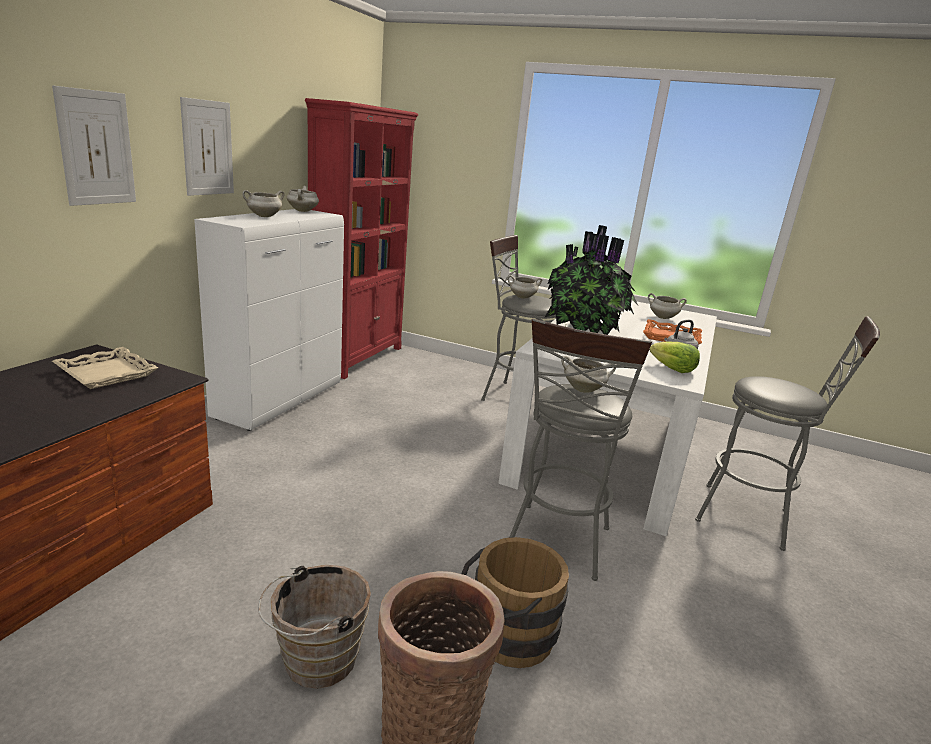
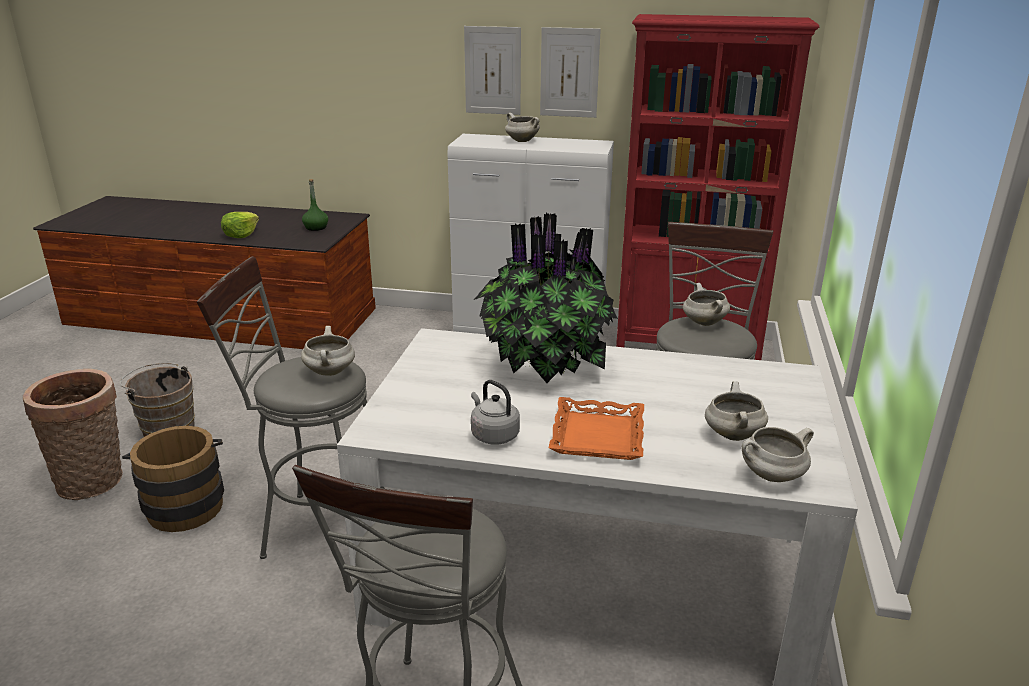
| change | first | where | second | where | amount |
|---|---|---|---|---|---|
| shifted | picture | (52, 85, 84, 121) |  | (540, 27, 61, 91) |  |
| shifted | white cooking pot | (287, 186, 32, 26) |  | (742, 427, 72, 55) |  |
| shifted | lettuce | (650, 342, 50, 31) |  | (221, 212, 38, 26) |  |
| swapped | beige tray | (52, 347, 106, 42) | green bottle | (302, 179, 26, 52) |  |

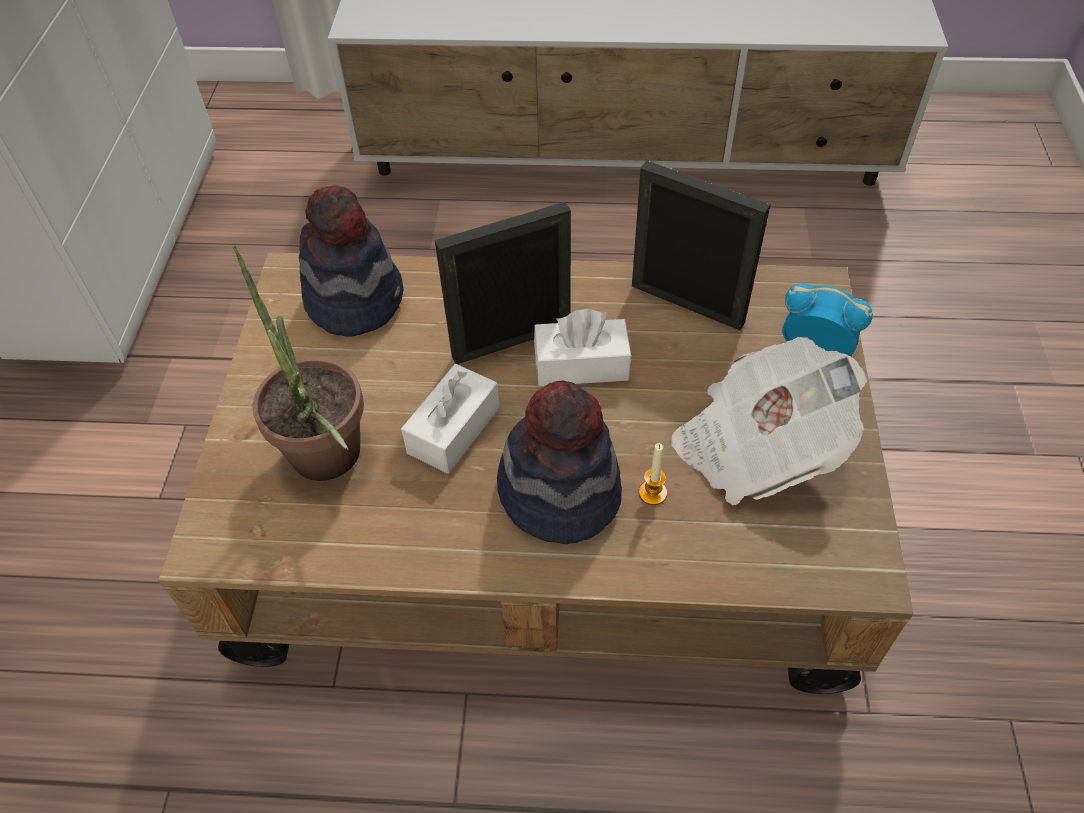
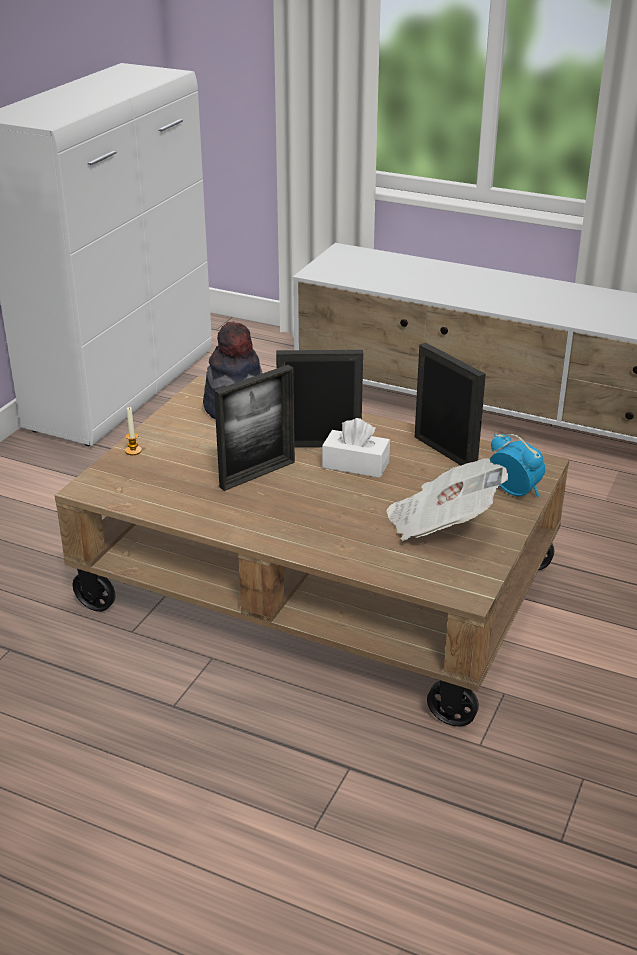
| change | first | where | second | where | amount |
|---|---|---|---|---|---|
| gone | potted plant | (232, 245, 132, 236) |  |  |  |
| swapped | white tissue box | (401, 364, 98, 110) | picture frame | (214, 365, 81, 126) |  |
| gone | hat | (497, 381, 125, 163) |  |  |  |
| shifted | candle | (639, 443, 28, 62) |  | (125, 407, 17, 48) |  |

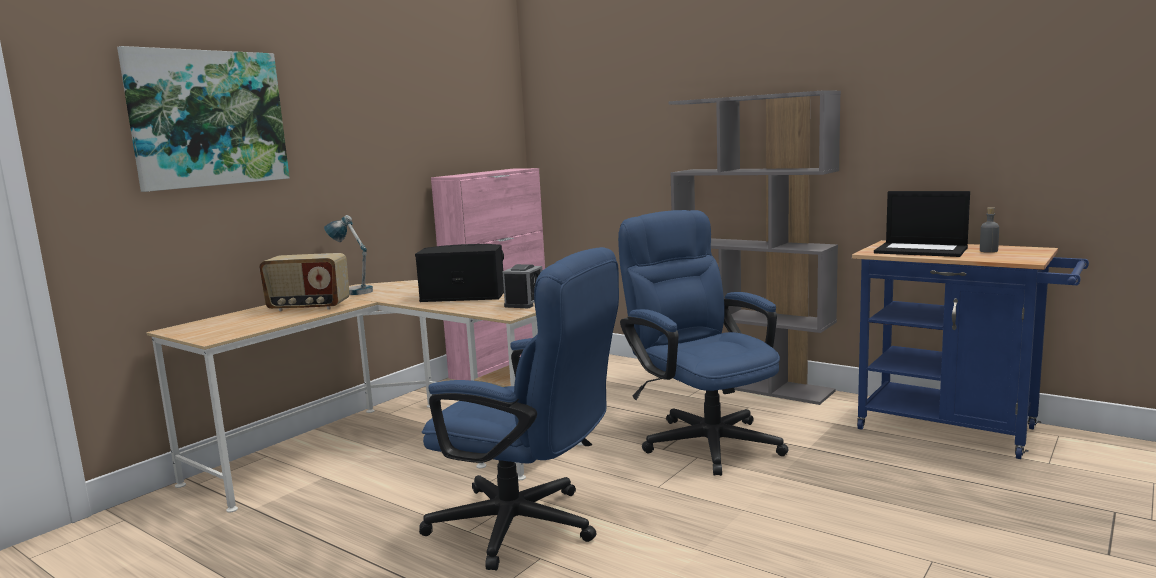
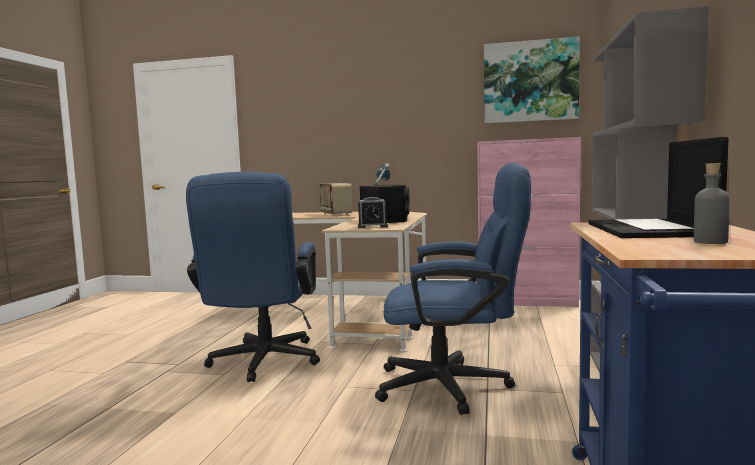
| change | first | where | second | where | amount |
|---|---|---|---|---|---|
| shifted | picture | (117, 46, 173, 146) |  | (484, 36, 96, 88) |  |
| rotated | blue office chair | (618, 210, 170, 266) |  | (375, 162, 156, 253) | 60 degrees clockwise |

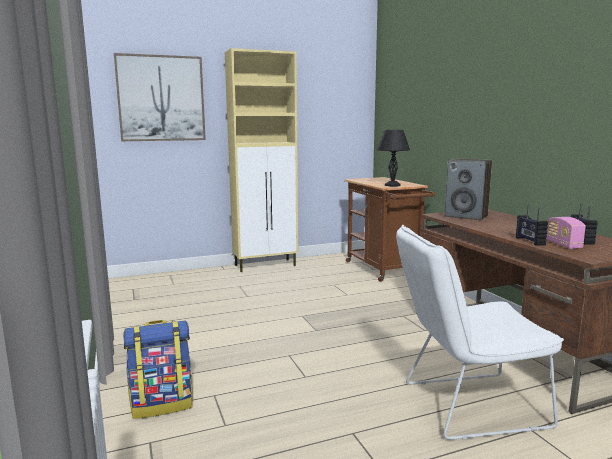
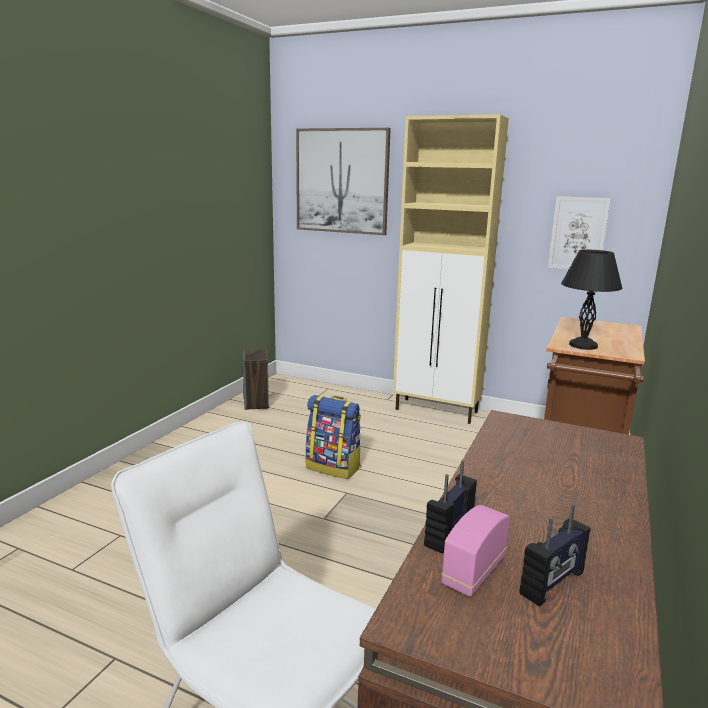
| change | first | where | second | where | amount |
|---|---|---|---|---|---|
| shifted | speaker | (445, 159, 47, 61) |  | (242, 350, 27, 60) |  |
| shifted | backpack | (123, 320, 70, 99) |  | (305, 395, 56, 84) |  |
| new |  |  | picture | (548, 196, 63, 74) |  |

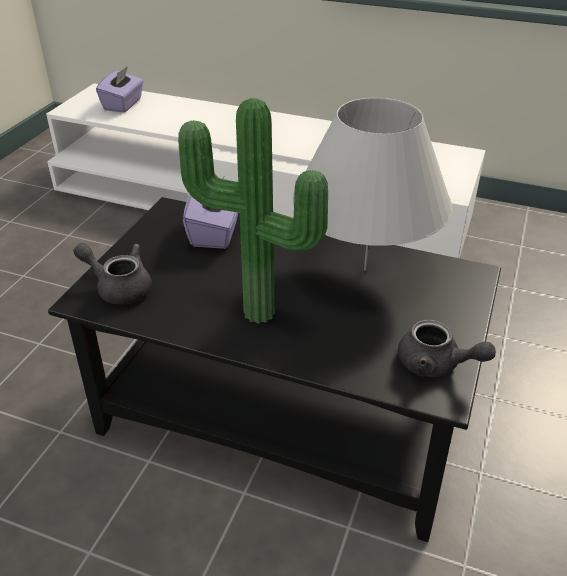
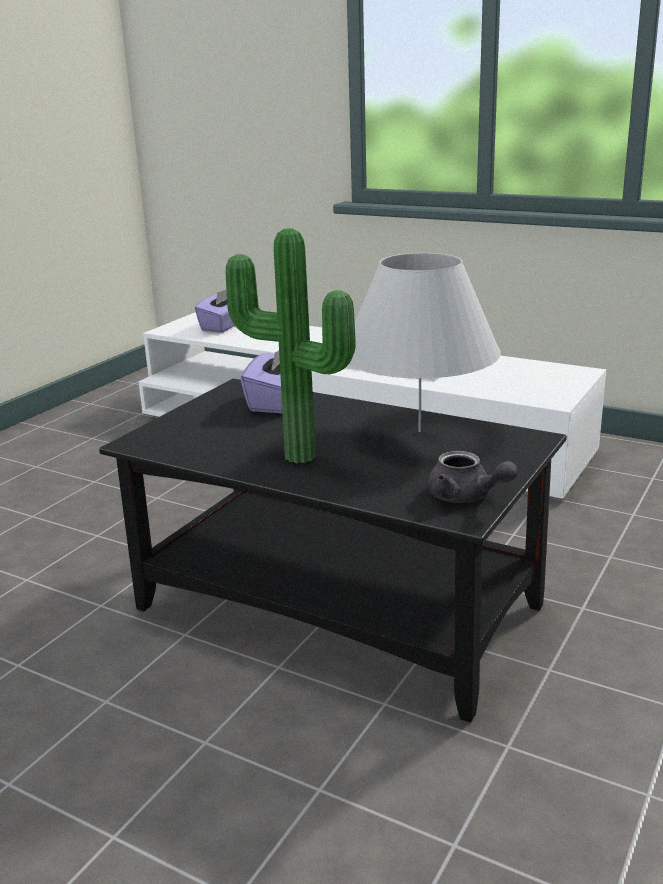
| change | first | where | second | where | amount |
|---|---|---|---|---|---|
| gone | grey teapot | (73, 243, 79, 61) |  |  |  |

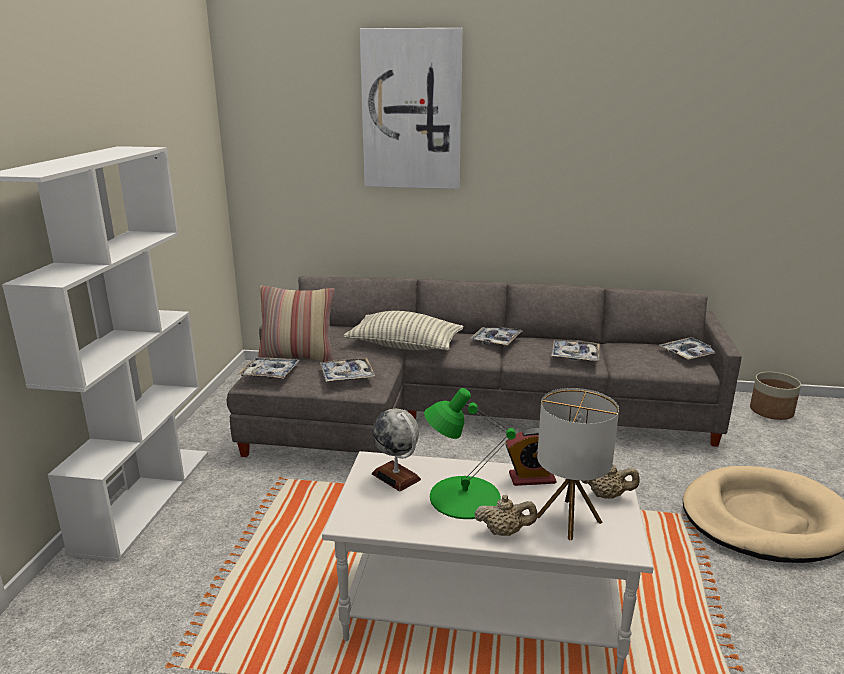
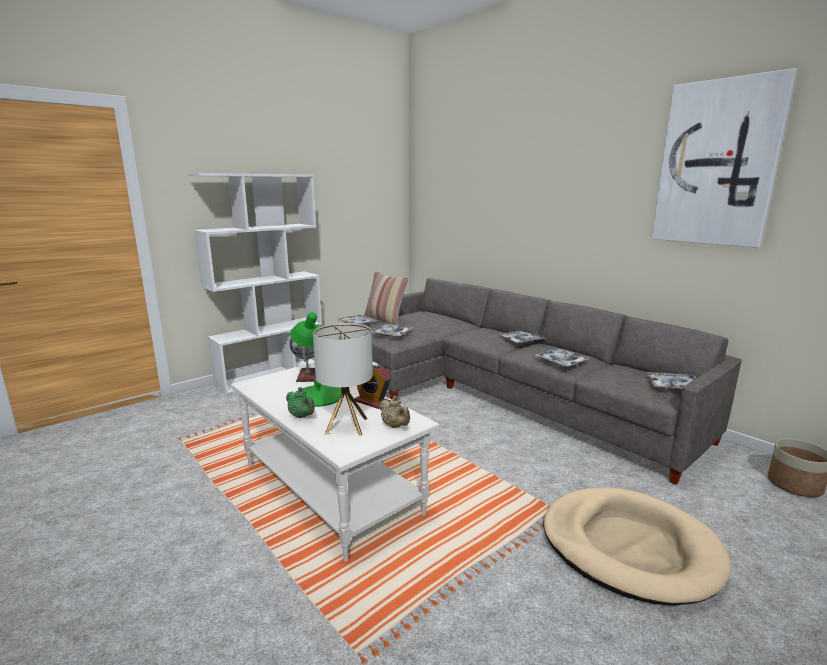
| change | first | where | second | where | amount |
|---|---|---|---|---|---|
| shifted | picture | (360, 28, 103, 161) |  | (652, 68, 145, 180) |  |
| gone | pillow | (343, 311, 120, 40) |  |  |  |
| repainted | beige teapot | (474, 495, 63, 41) | green teapot | (286, 387, 29, 31) |  |

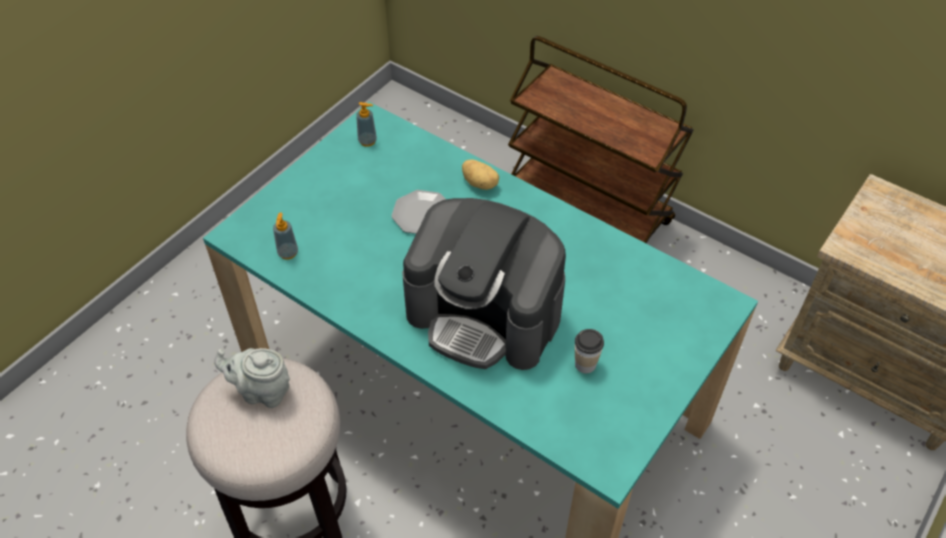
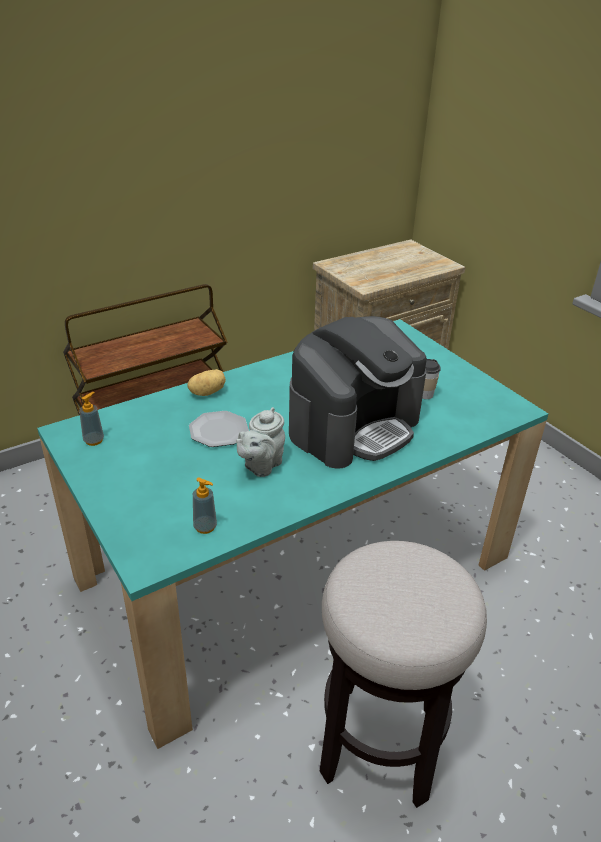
| change | first | where | second | where | amount |
|---|---|---|---|---|---|
| shifted | grey teapot | (214, 348, 76, 60) |  | (236, 407, 49, 70) |  |

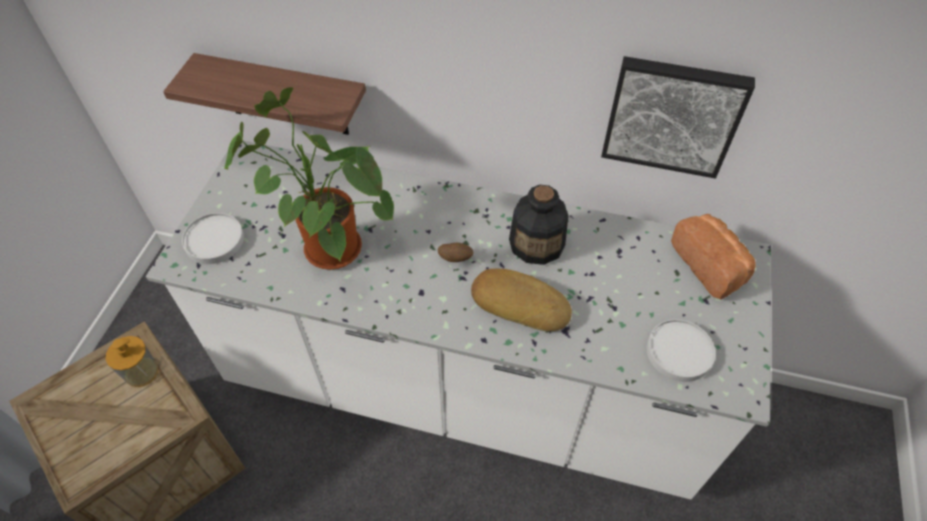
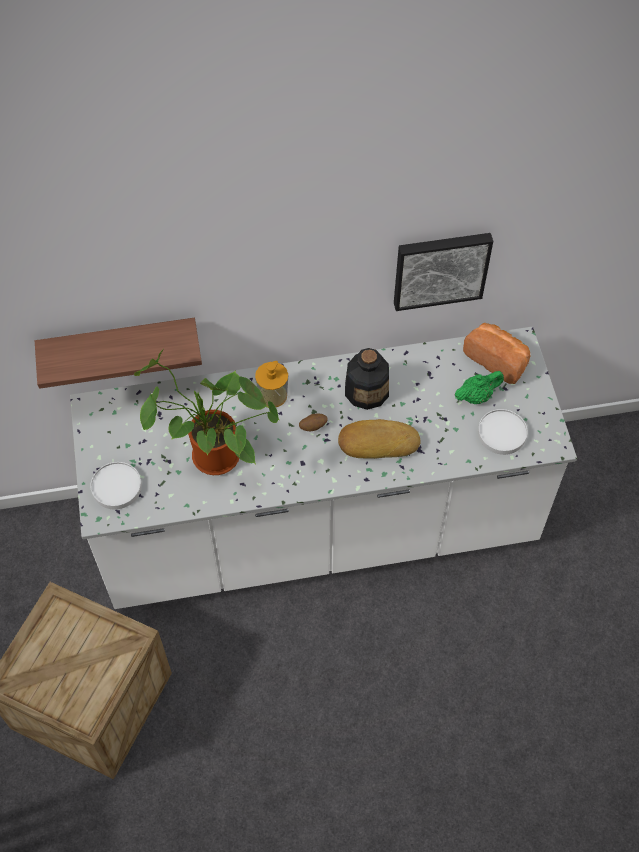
| change | first | where | second | where | amount |
|---|---|---|---|---|---|
| shifted | soap dispenser | (106, 336, 52, 51) |  | (255, 361, 33, 46) |  |
| new |  |  | green teapot | (455, 371, 49, 33) |  |

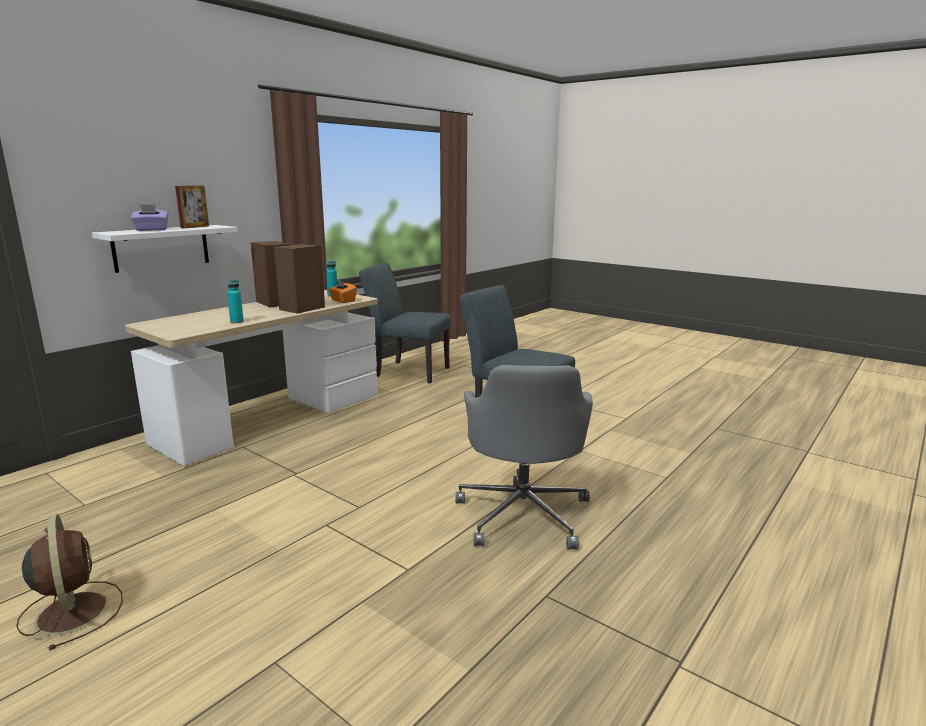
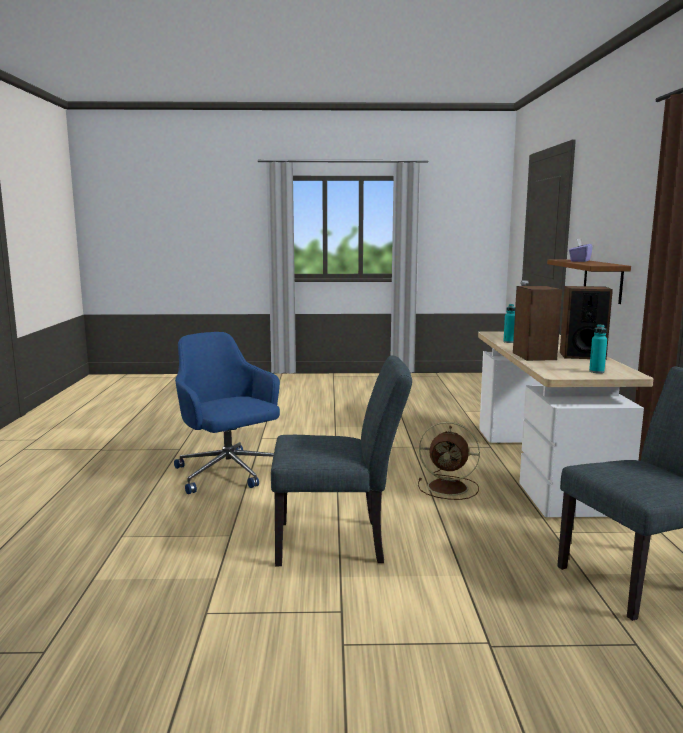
| change | first | where | second | where | amount |
|---|---|---|---|---|---|
| gone | picture frame | (175, 186, 34, 43) |  |  |  |
| repainted | white shelf | (92, 225, 146, 48) | brown shelf | (547, 260, 84, 44) |  |
| gone | orange tissue box | (329, 279, 28, 24) |  |  |  |
| repainted | grey office chair | (456, 365, 137, 185) | blue office chair | (174, 332, 106, 162) |  |
| shifted | brown fan | (16, 514, 107, 136) |  | (418, 422, 62, 78) |  |

